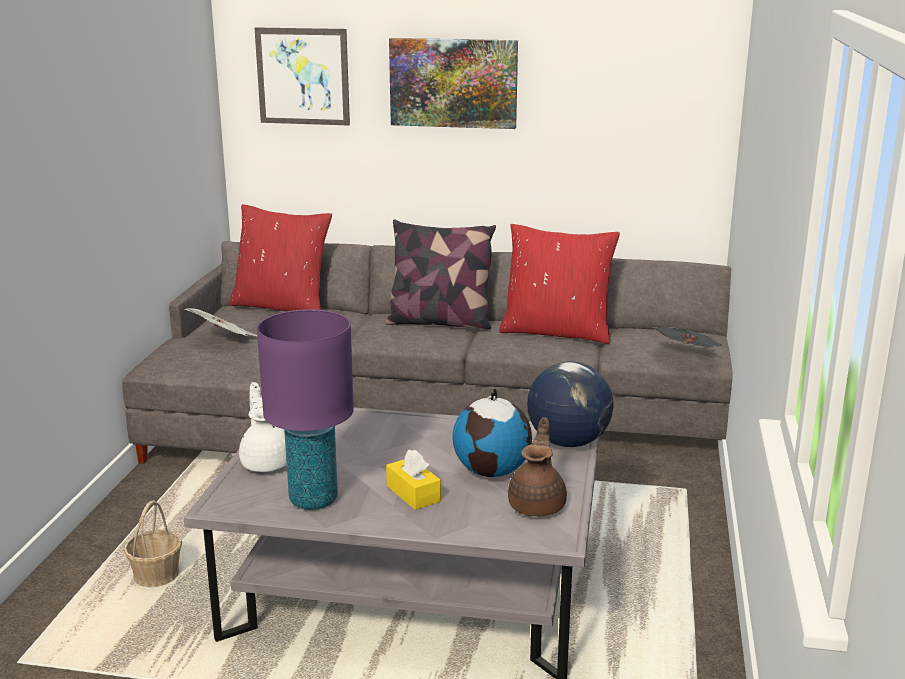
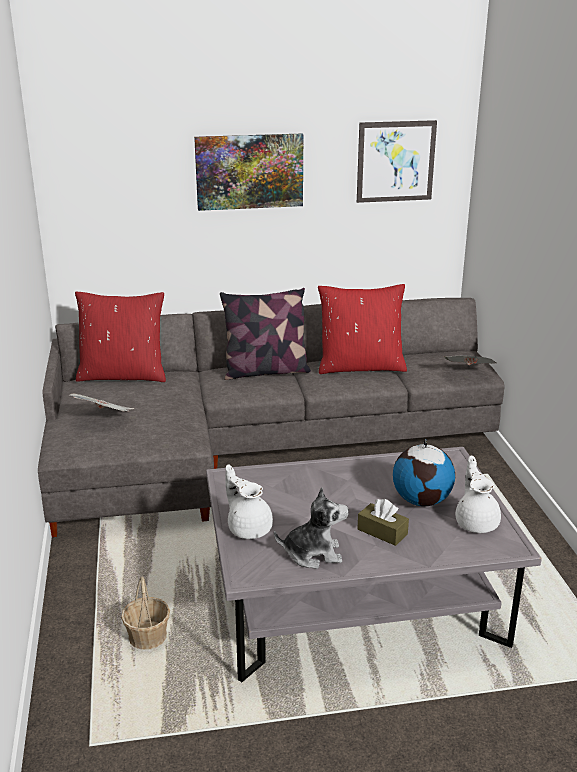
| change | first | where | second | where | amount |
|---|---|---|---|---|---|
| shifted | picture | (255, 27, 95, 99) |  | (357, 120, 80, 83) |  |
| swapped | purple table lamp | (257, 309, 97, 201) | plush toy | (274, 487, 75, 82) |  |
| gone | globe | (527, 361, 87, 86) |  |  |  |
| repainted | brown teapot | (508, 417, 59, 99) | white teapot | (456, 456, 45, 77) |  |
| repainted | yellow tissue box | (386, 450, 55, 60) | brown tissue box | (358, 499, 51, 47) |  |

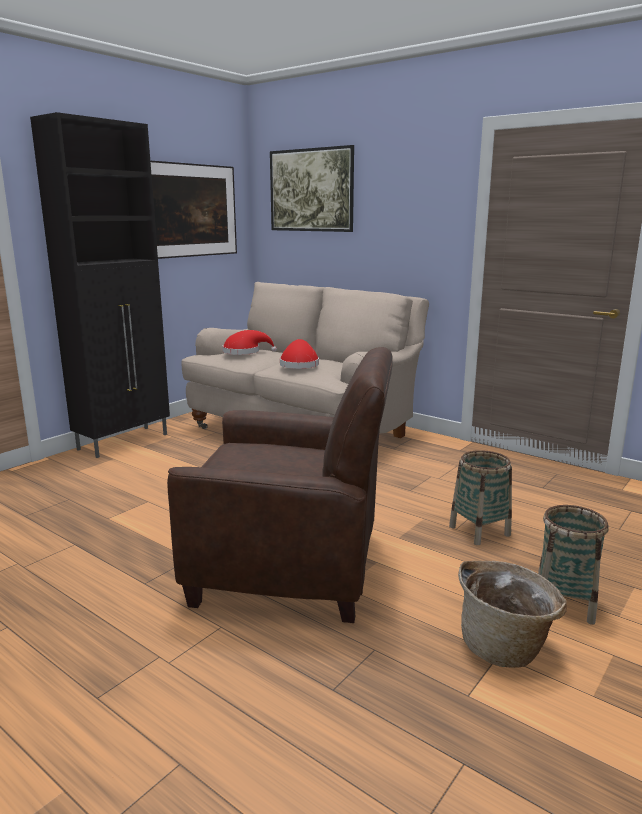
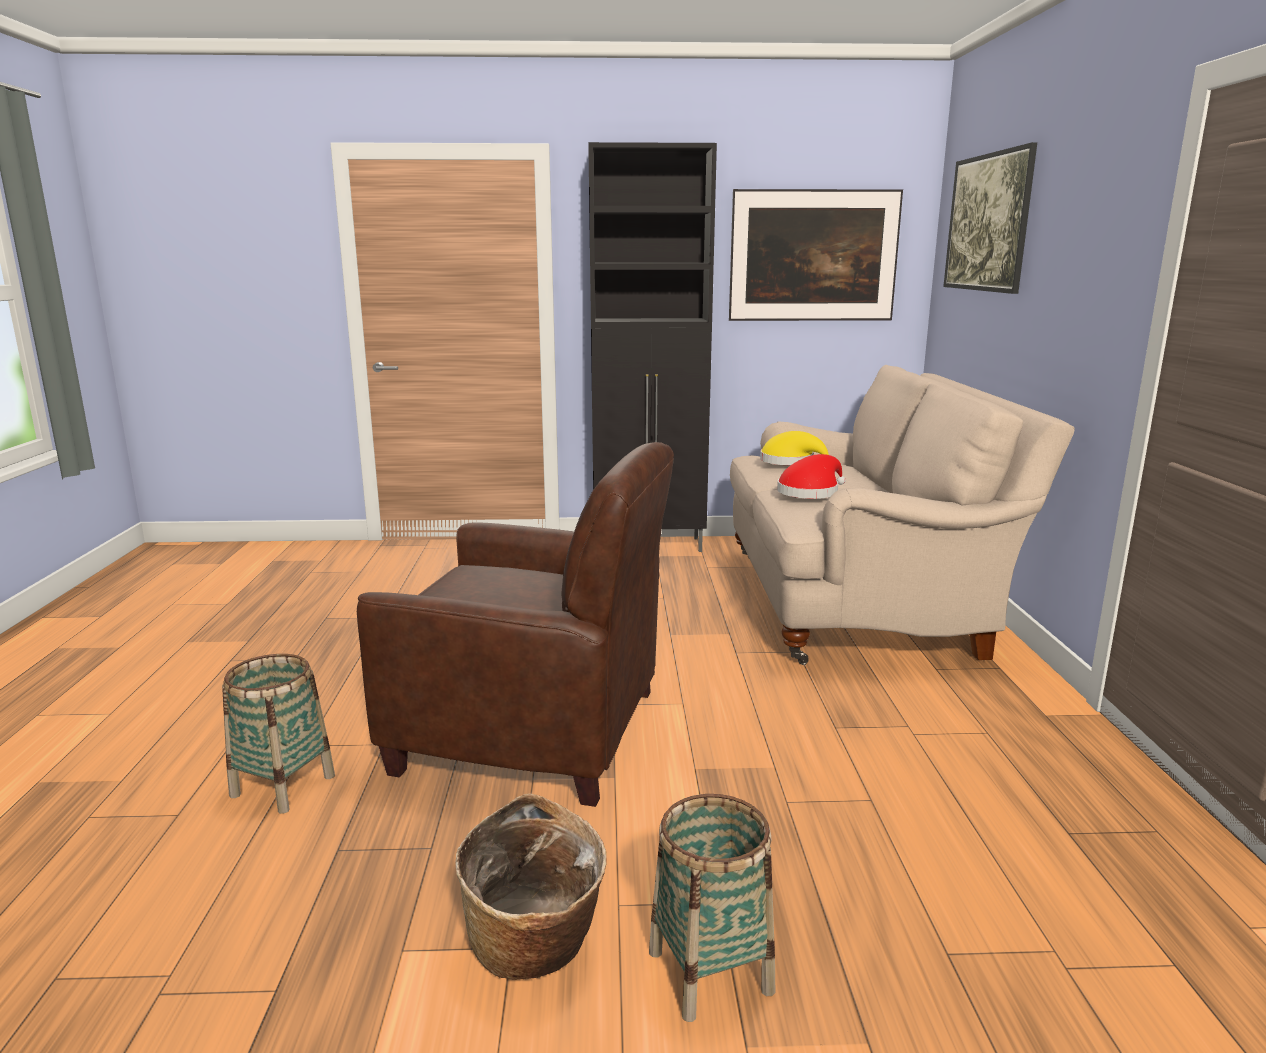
| change | first | where | second | where | amount |
|---|---|---|---|---|---|
| repainted | red hat | (223, 330, 54, 25) | yellow hat | (760, 431, 69, 34) |  |
| rotated | brown armchair | (167, 347, 226, 276) |  | (357, 442, 317, 365) | 45 degrees counterclockwise |
| shifted | basket | (449, 450, 63, 95) |  | (222, 654, 113, 160) |  |

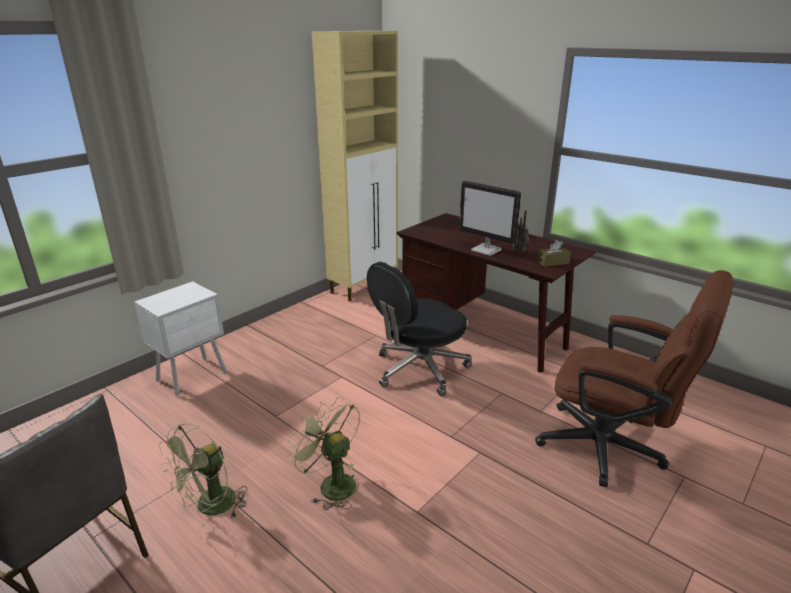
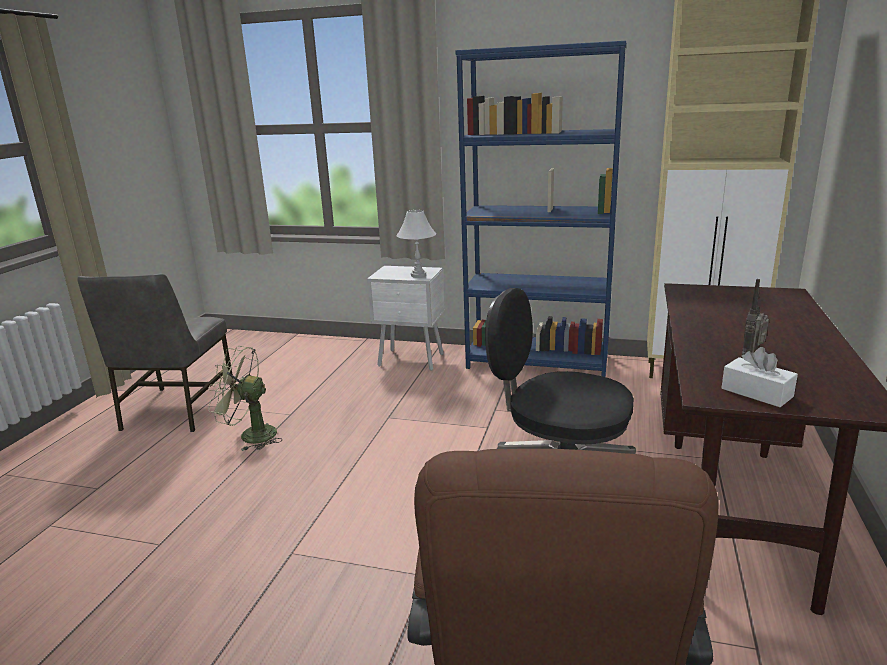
| change | first | where | second | where | amount |
|---|---|---|---|---|---|
| gone | monitor | (459, 181, 62, 75) |  |  |  |
| repainted | brown tissue box | (537, 240, 34, 27) | white tissue box | (722, 347, 76, 60) |  |
| gone | green fan | (288, 397, 72, 113) |  |  |  |
| new |  |  | blue bookcase | (455, 41, 172, 336) |  |
| new |  |  | white table lamp | (397, 210, 39, 68) |  |

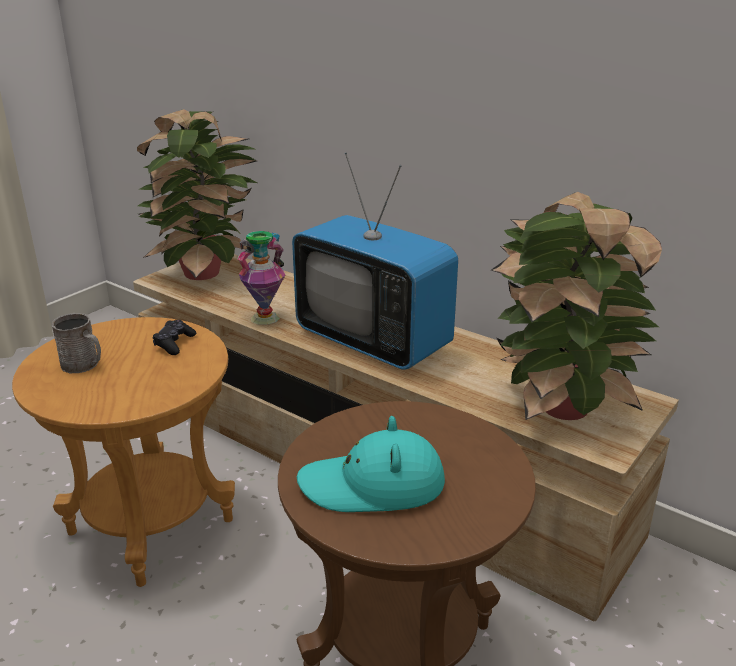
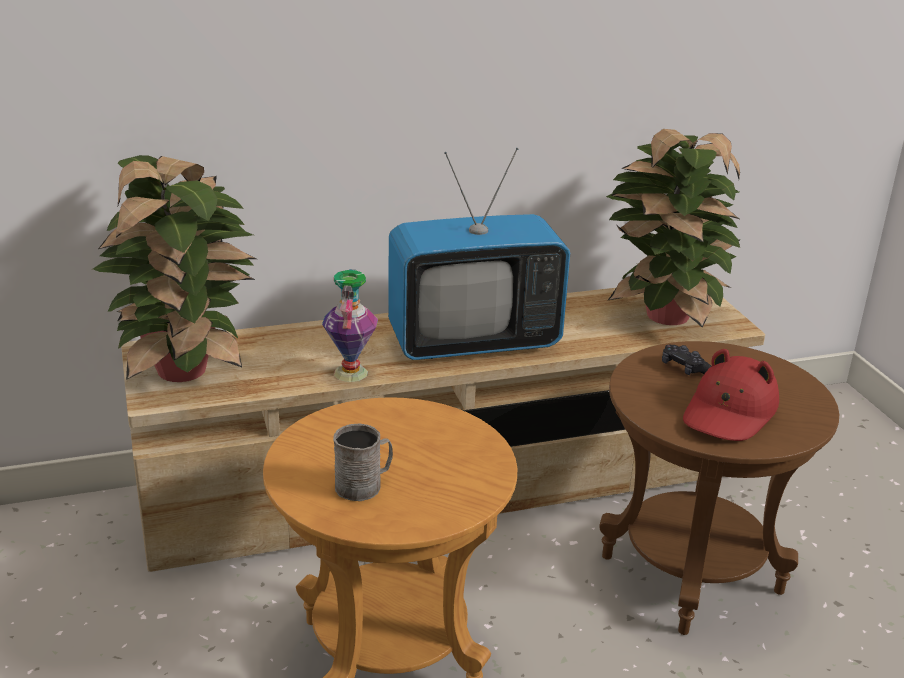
| change | first | where | second | where | amount |
|---|---|---|---|---|---|
| shifted | black game controller | (152, 320, 44, 35) |  | (662, 345, 49, 30) |  |
| repainted | turquoise hat | (297, 416, 148, 96) | red hat | (683, 349, 96, 92) |  |

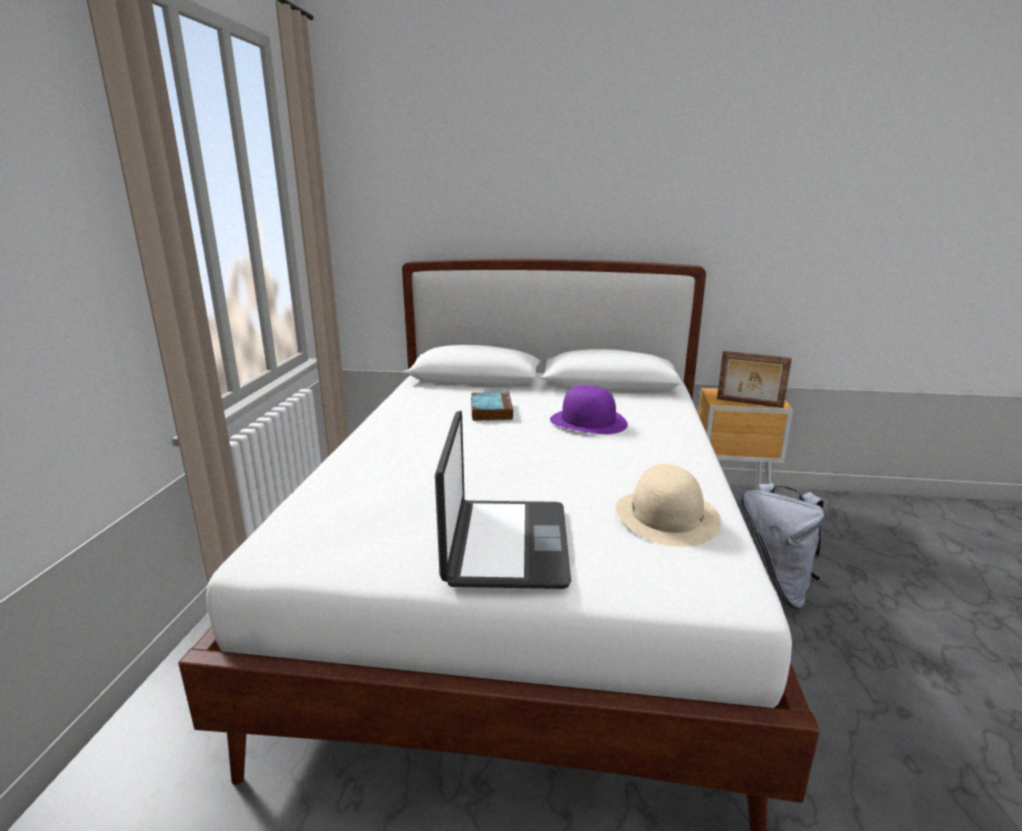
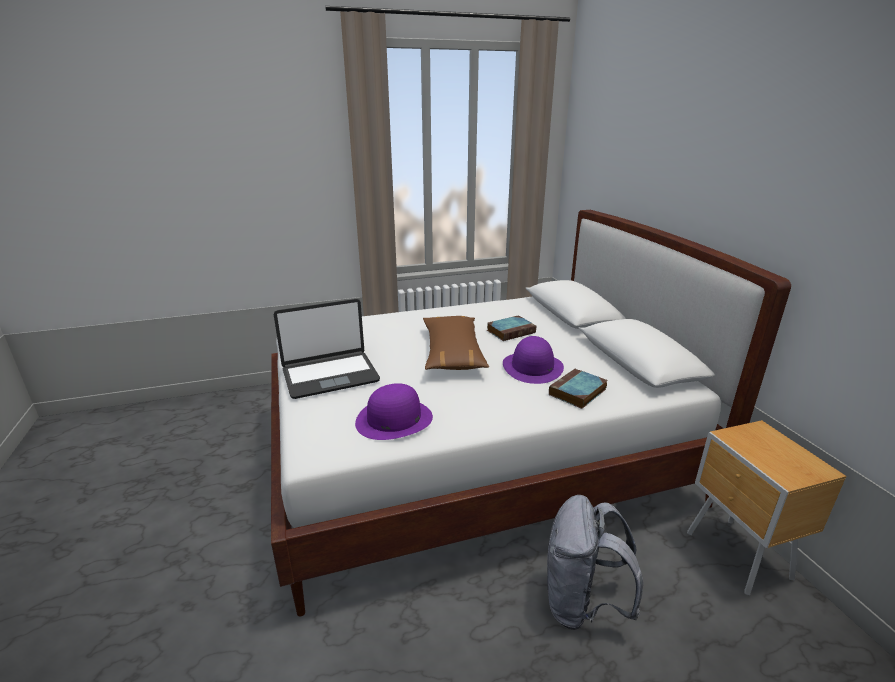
| change | first | where | second | where | amount |
|---|---|---|---|---|---|
| gone | picture frame | (717, 351, 75, 57) |  |  |  |
| repainted | beige hat | (615, 464, 106, 83) | purple hat | (355, 383, 78, 57) |  |
| new |  |  | brown pillow | (423, 316, 66, 54) |  |
| new |  |  | book | (549, 368, 59, 41) |  |

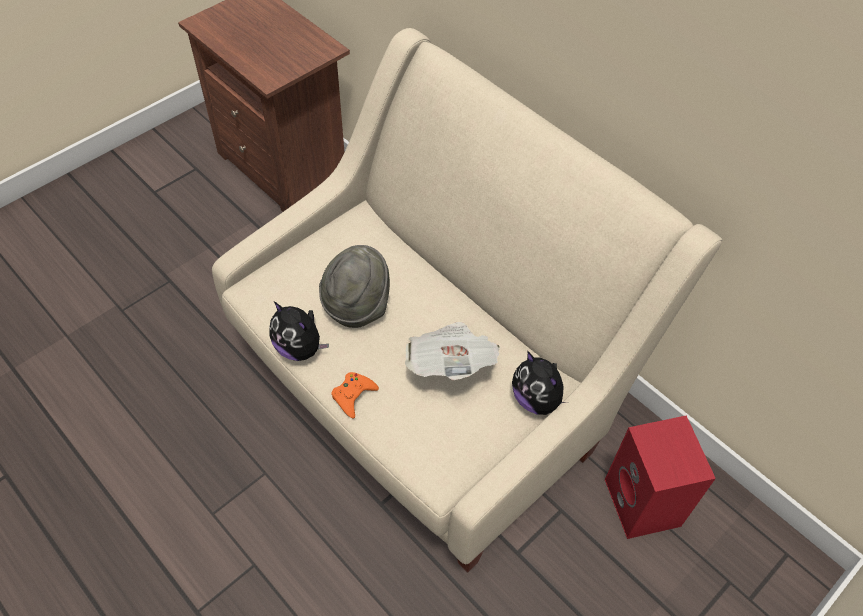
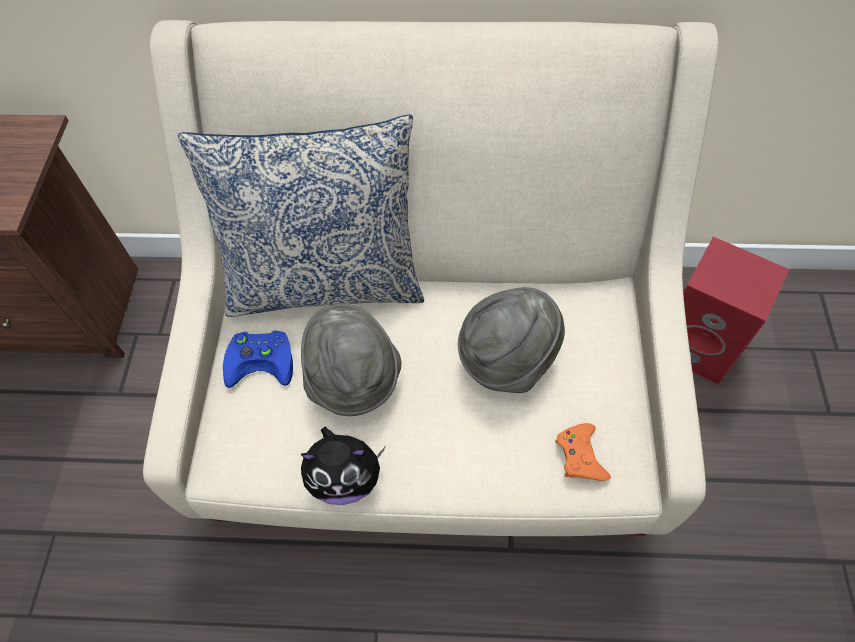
| change | first | where | second | where | amount |
|---|---|---|---|---|---|
| swapped | newspaper | (405, 322, 96, 58) | grey hat | (458, 287, 107, 106) |  |
| gone | plush toy | (512, 351, 55, 64) |  |  |  |
| shifted | orange game controller | (331, 372, 48, 47) |  | (555, 423, 56, 58) |  |
| new |  |  | pillow | (178, 115, 246, 202) |  |
| new |  |  | blue game controller | (223, 330, 70, 58) |  |

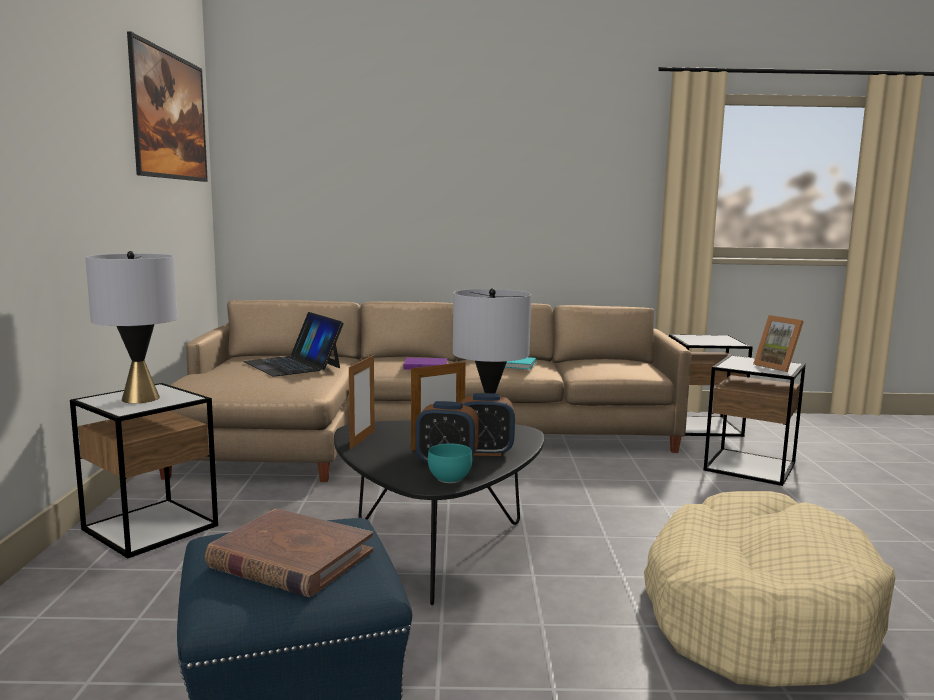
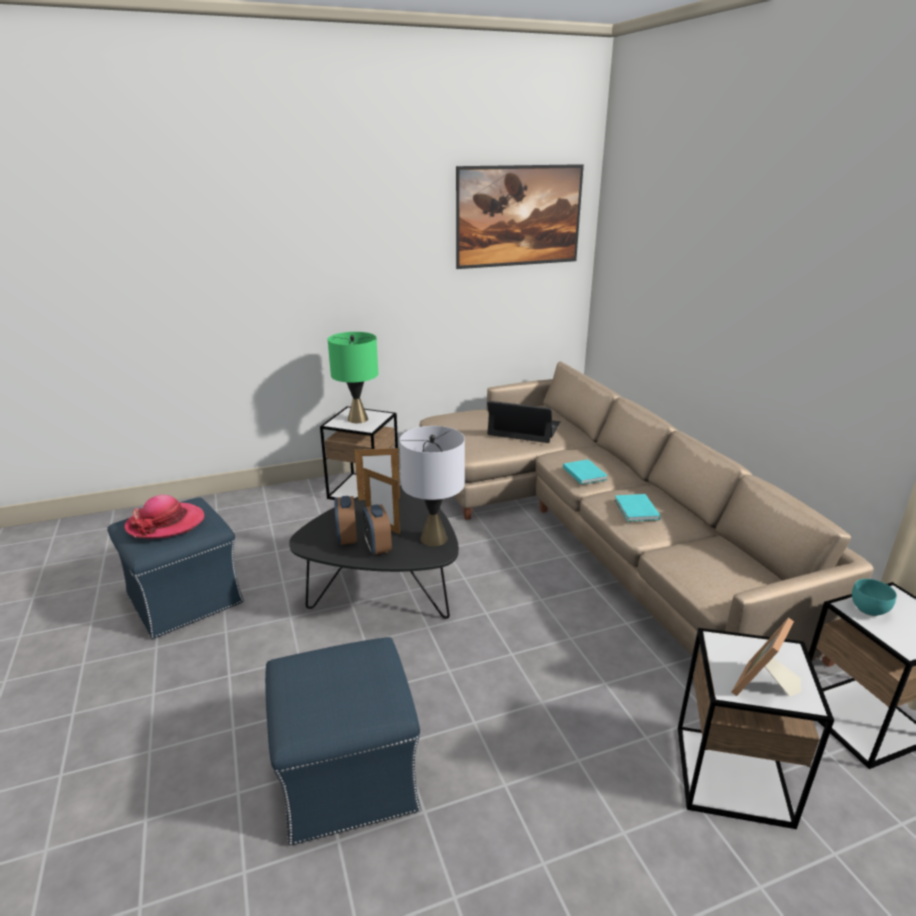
| change | first | where | second | where | amount |
|---|---|---|---|---|---|
| repainted | grey table lamp | (85, 251, 93, 152) | green table lamp | (328, 332, 50, 91) |  |
| rotated | laptop | (243, 312, 101, 65) |  | (487, 401, 73, 42) | 75 degrees clockwise |
| repainted | purple book | (403, 358, 44, 12) | turquoise book | (563, 459, 45, 26) |  |
| shifted | turquoise bowl | (428, 443, 44, 40) |  | (852, 579, 45, 37) |  |
| swapped | beige dog bed | (644, 491, 252, 196) | blue ottoman | (265, 637, 155, 208) |  |
| swapped | brown book | (205, 509, 168, 88) | hat | (124, 495, 80, 44) |  |

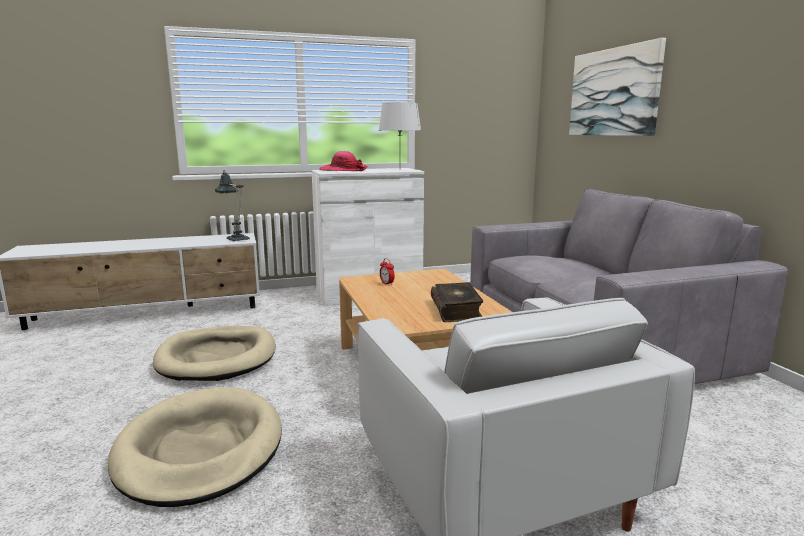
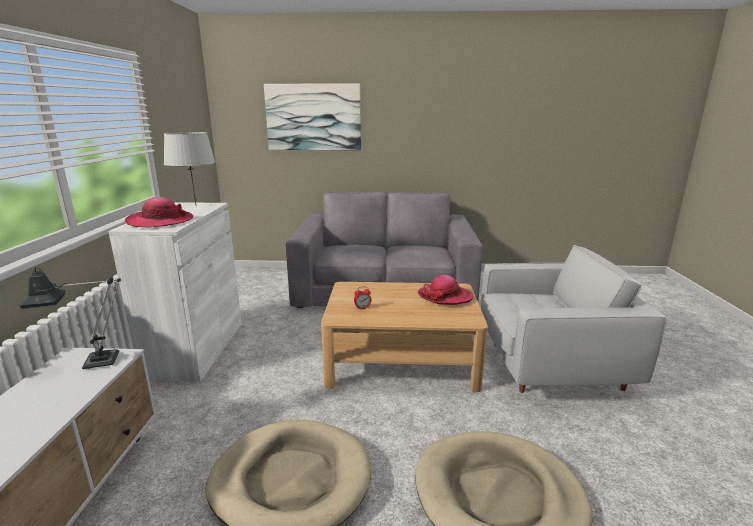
| change | first | where | second | where | amount |
|---|---|---|---|---|---|
| swapped | book | (431, 282, 53, 40) | hat | (418, 275, 56, 30) |  |

